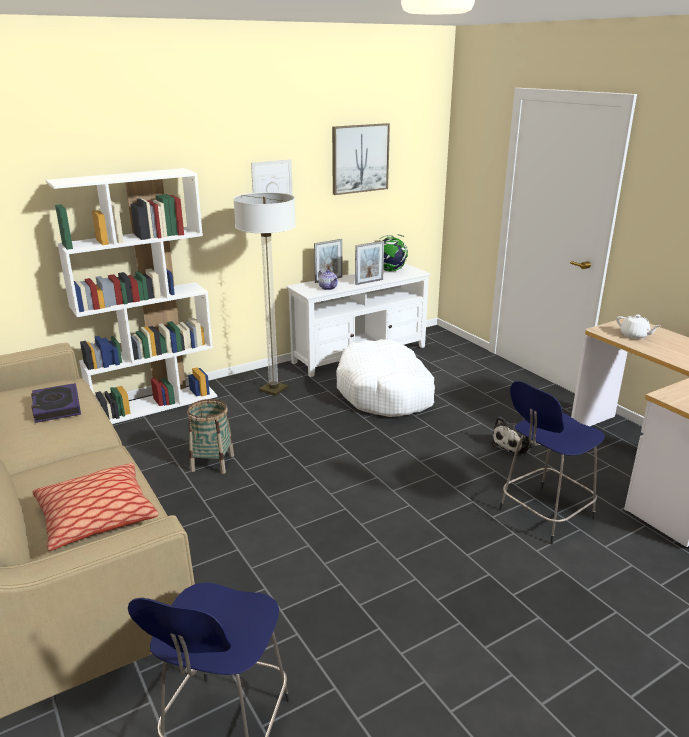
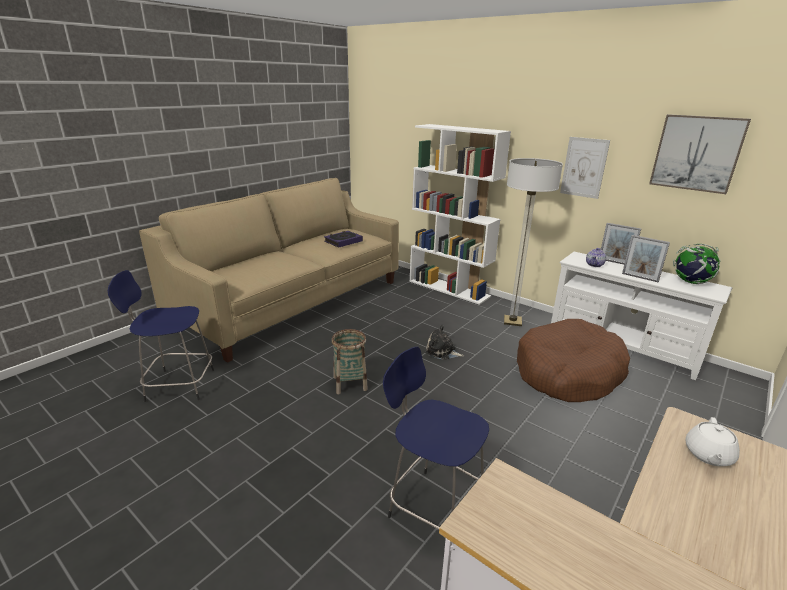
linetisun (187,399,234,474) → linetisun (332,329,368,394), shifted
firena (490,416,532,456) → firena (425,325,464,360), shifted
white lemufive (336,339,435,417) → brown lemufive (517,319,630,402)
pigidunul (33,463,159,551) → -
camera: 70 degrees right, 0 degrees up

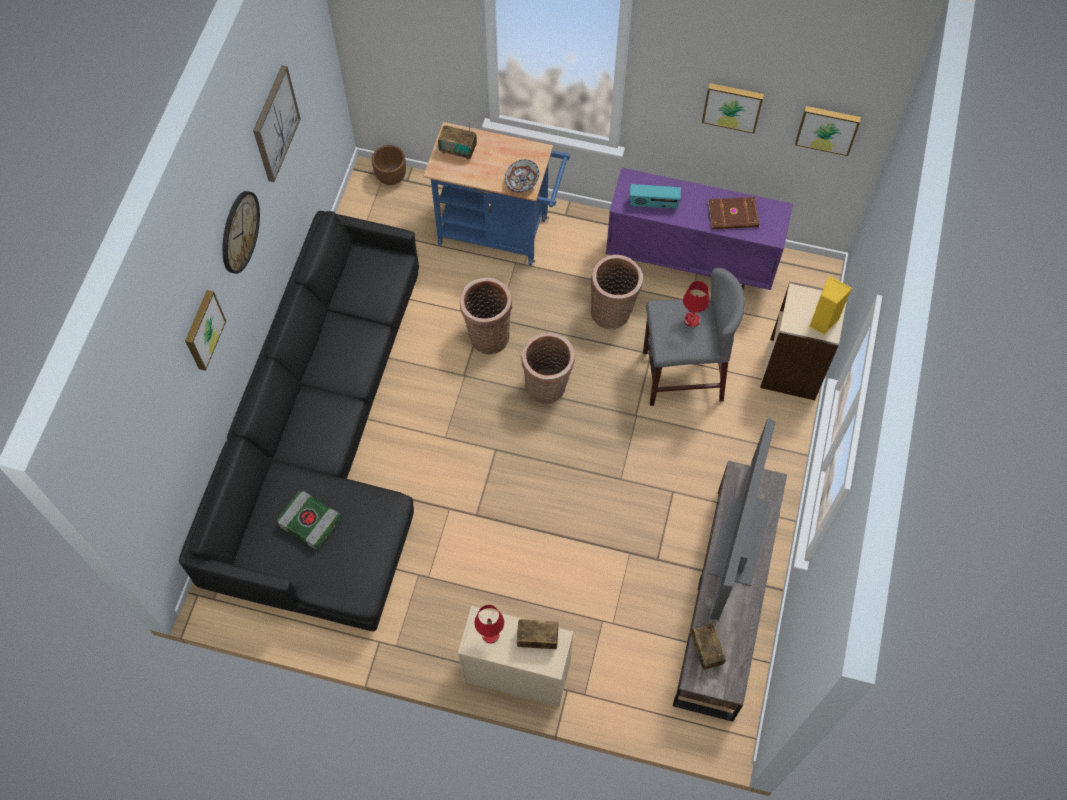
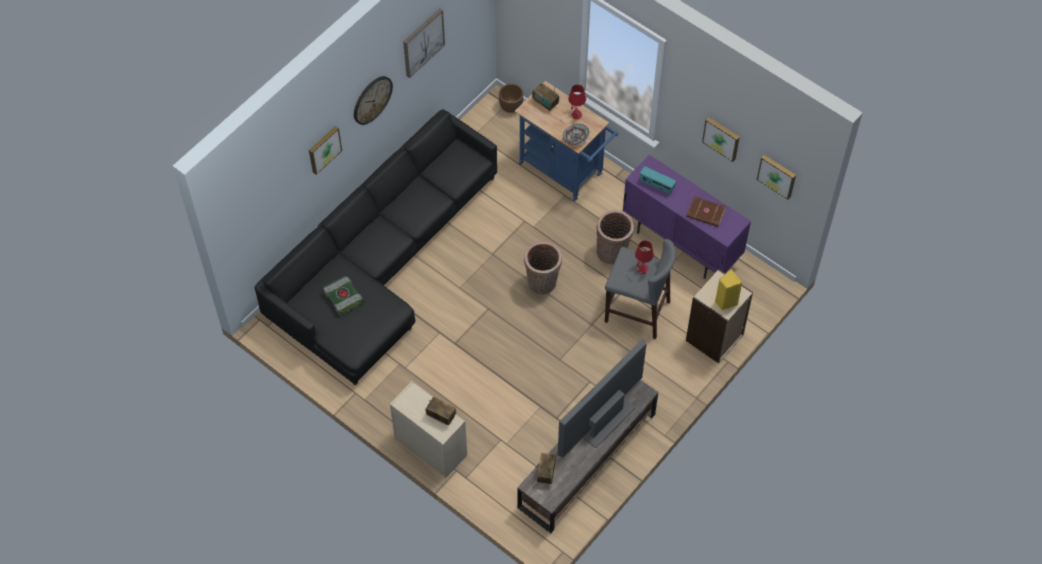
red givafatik (475,605,504,643) → red givafatik (568,85,586,119), shifted
linetisun (460,277,512,354) → -
camera: 25 degrees right, 5 degrees down

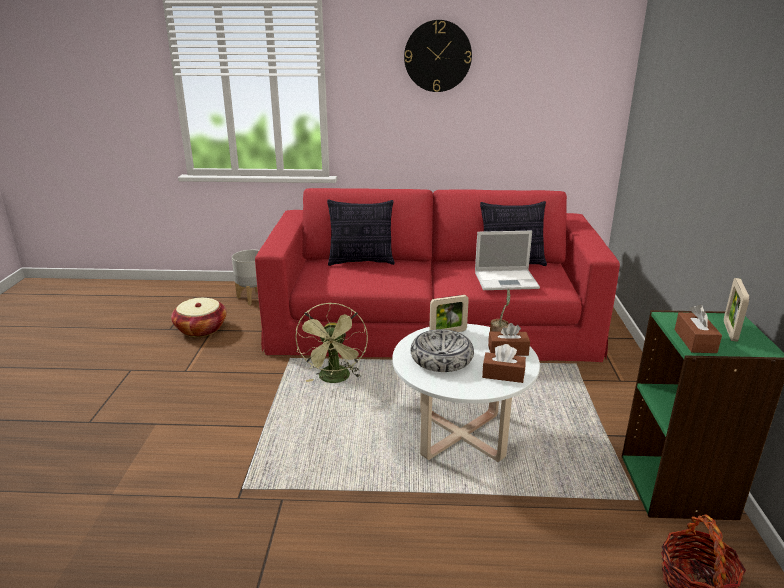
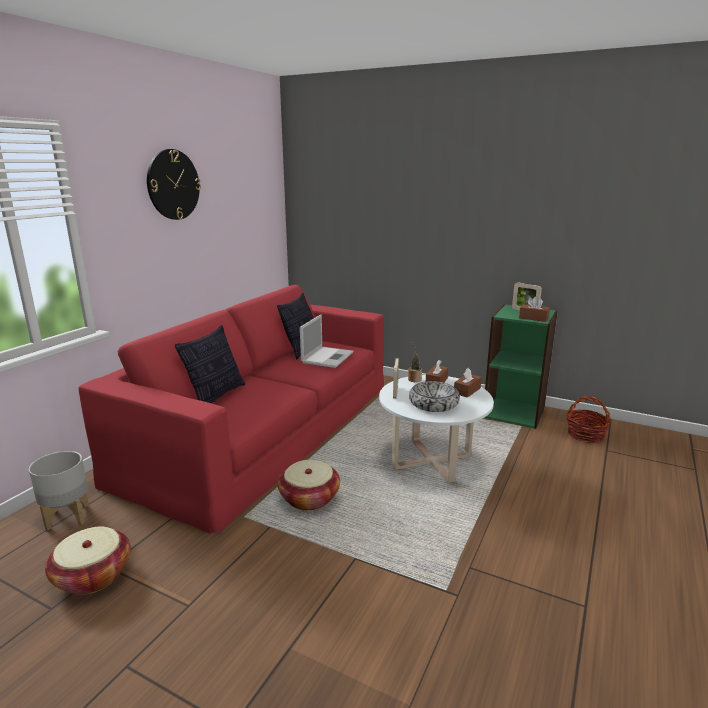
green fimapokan (295,303,368,383) → linetisun (277,460,340,511)
camera: 65 degrees left, 5 degrees down

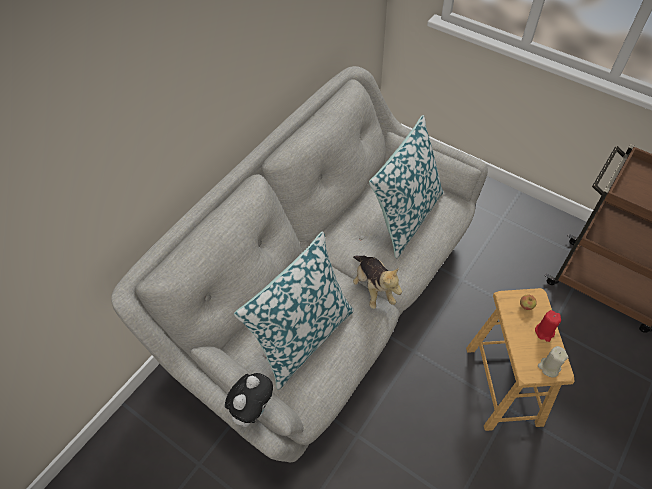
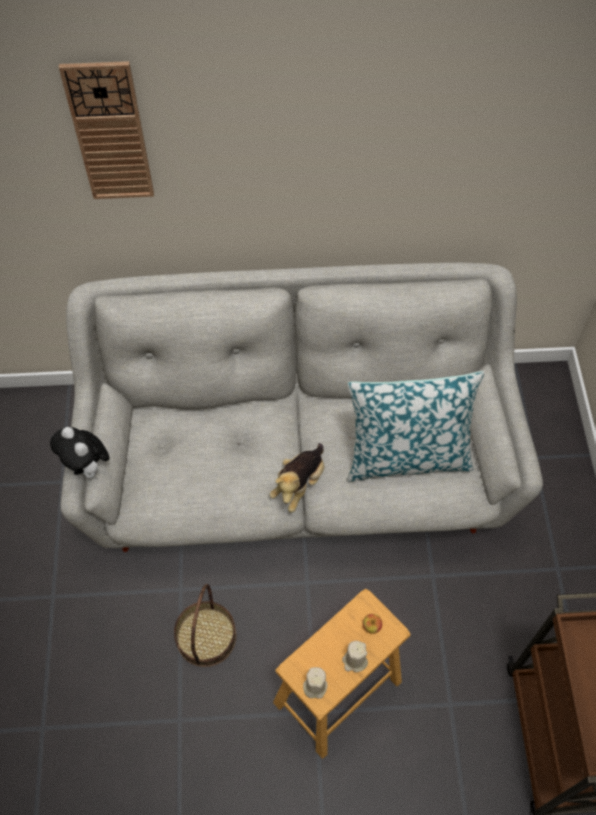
firena (225,373,273,427) → firena (50,427,110,480), 60 degrees clockwise
- → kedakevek (59,61,154,199)
- → linetisun (174,584,237,667)
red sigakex (535,310,561,342) → beige sigakex (342,641,368,672)
pigidunul (234,231,354,390) → -
camera: 50 degrees right, 5 degrees up

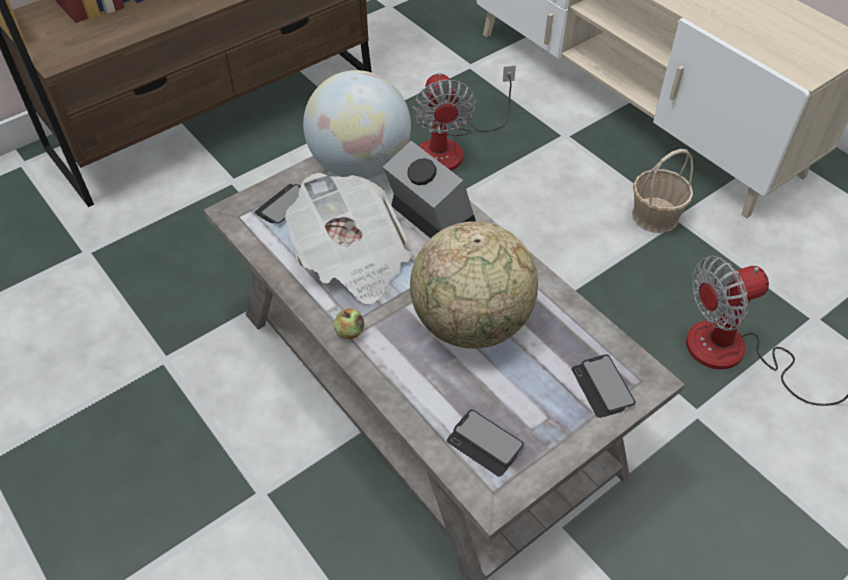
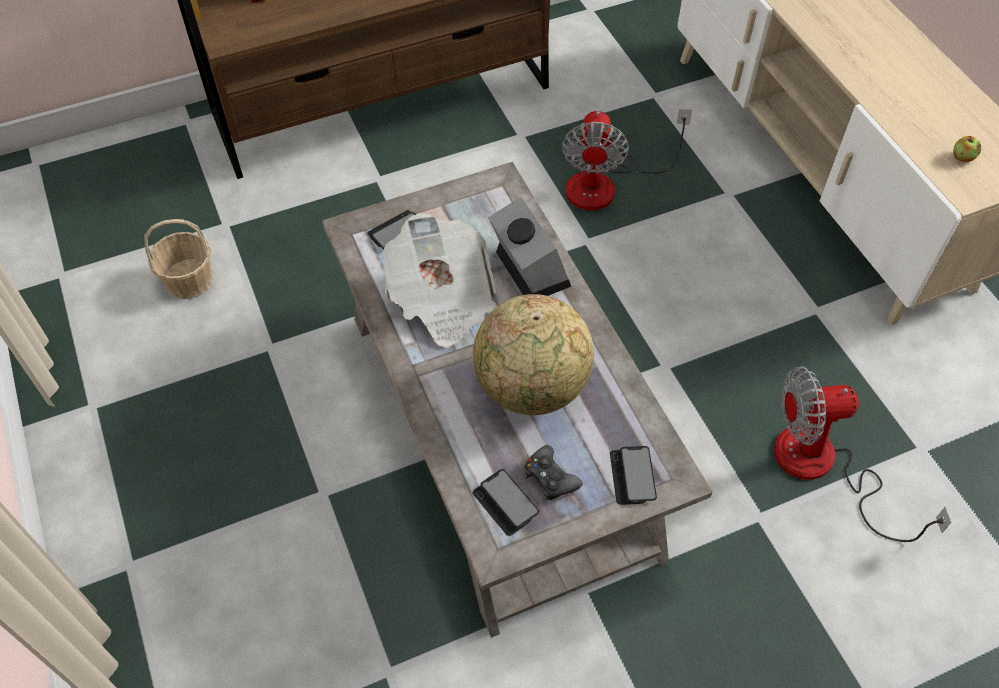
linetisun (632,149,693,233) → linetisun (144,219,214,299), shifted
- → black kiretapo (524,445,583,501)
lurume (334,308,364,339) → lurume (953,136,981,162), shifted
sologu (303,70,411,179) → -
camera: 15 degrees right, 5 degrees up

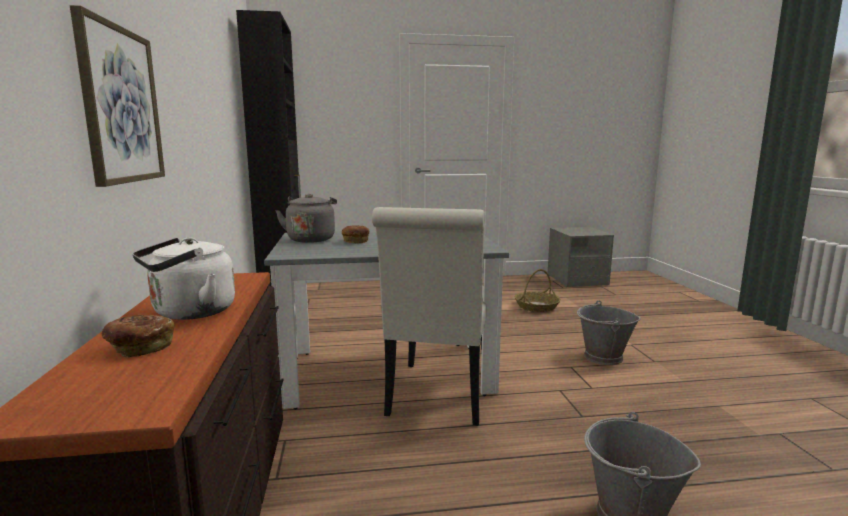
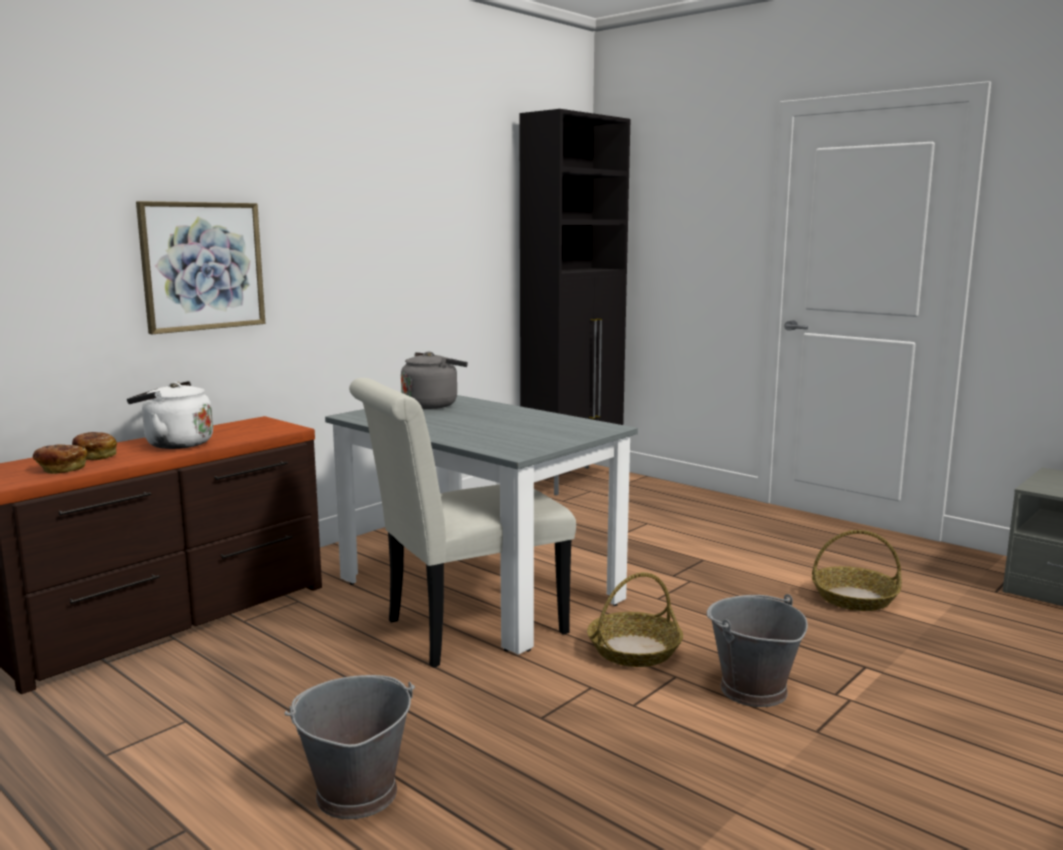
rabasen (342,225,369,243) → rabasen (33,444,87,474), shifted
- → linetisun (587,572,683,667)
camera: 50 degrees right, 0 degrees up

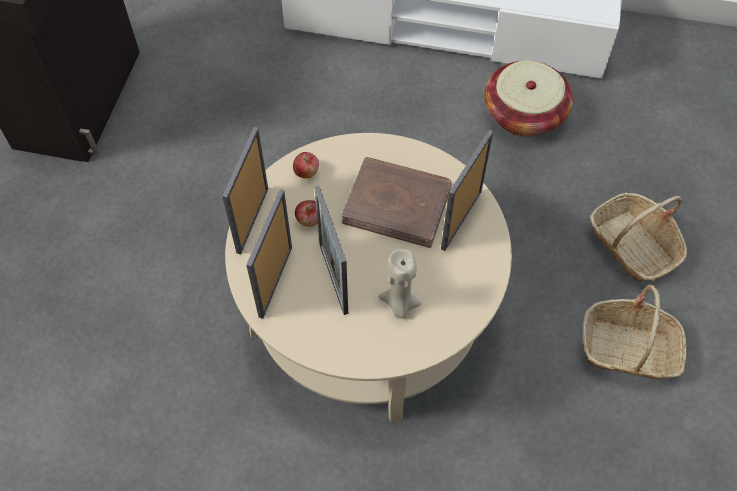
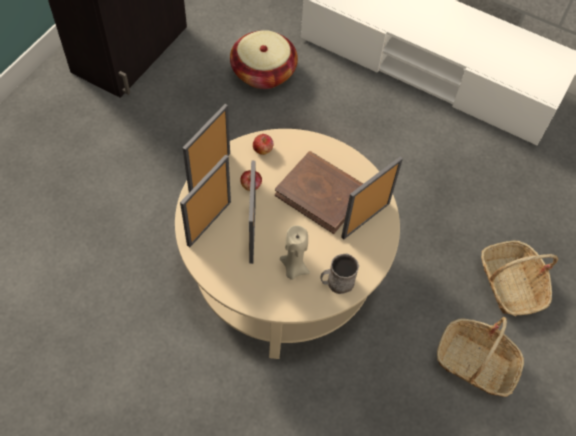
linetisun (484,60,573,137) → linetisun (230,30,298,89), shifted
- → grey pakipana (320,253,359,294)
camera: 15 degrees right, 0 degrees up

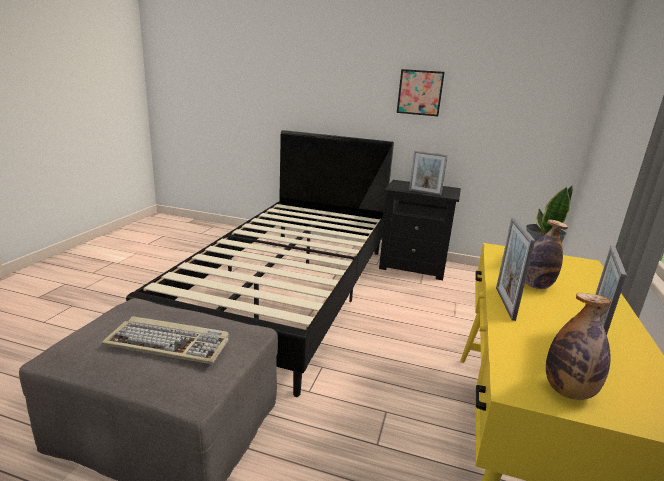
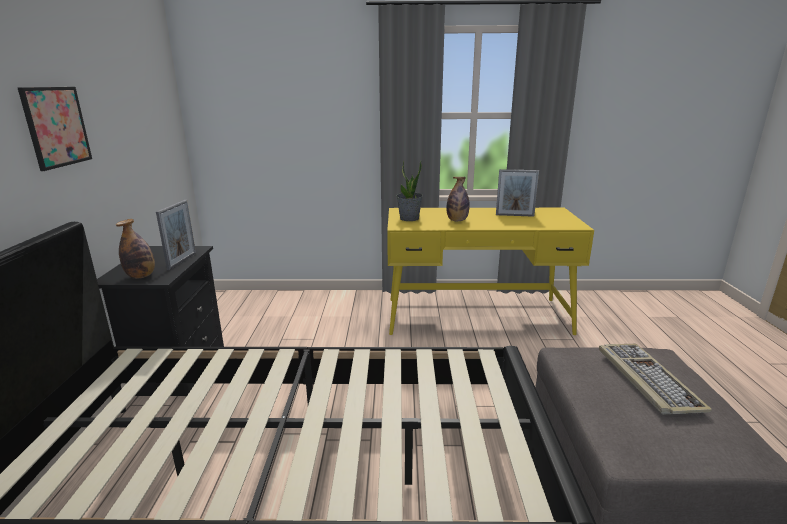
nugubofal (546,293,611,400) → nugubofal (115,219,155,279), shifted
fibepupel (496,217,535,321) → -
camera: 105 degrees left, 0 degrees up

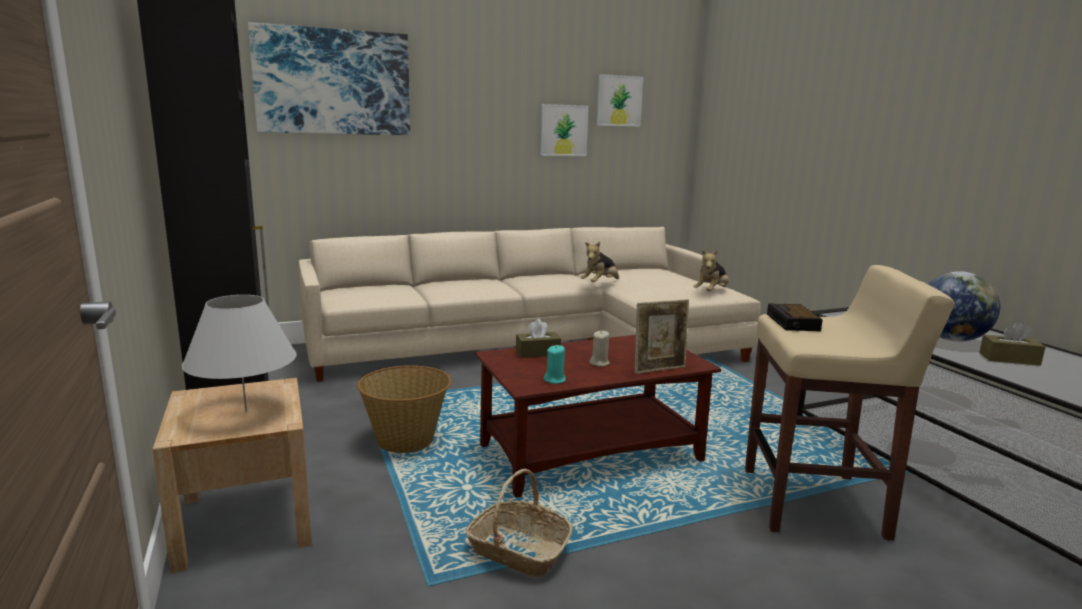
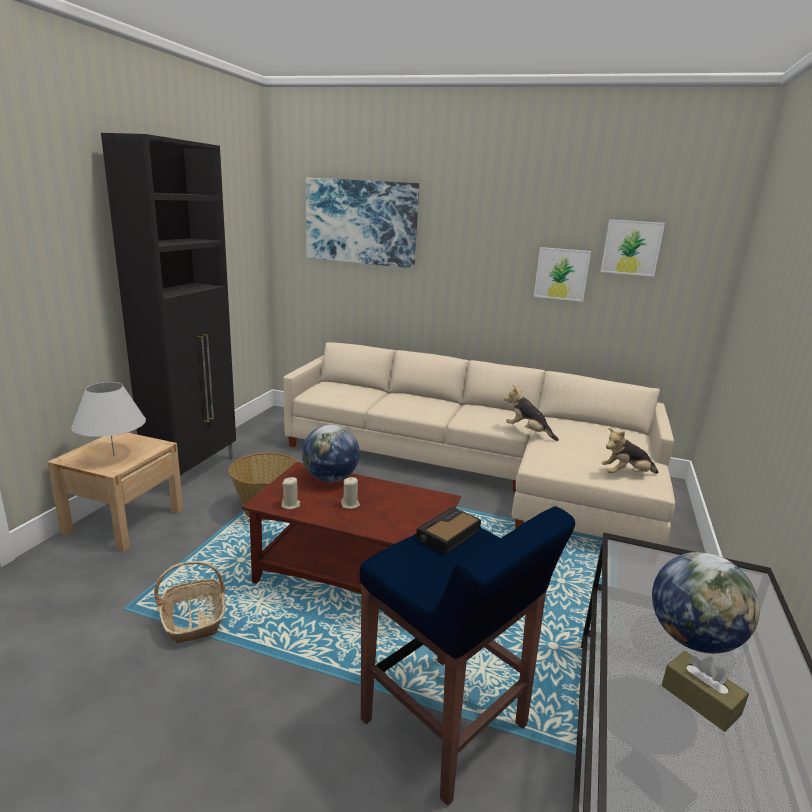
turquoise sigakex (543,345,566,384) → beige sigakex (281,477,300,509)
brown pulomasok (516,319,561,358) → sologu (302,424,360,482)
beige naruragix (745,265,954,541) → blue naruragix (360,506,575,806)
firena (580,242,619,282) → firena (504,385,559,441), 45 degrees clockwise
fibepupel (634,300,689,374) → -
camera: 40 degrees right, 5 degrees up

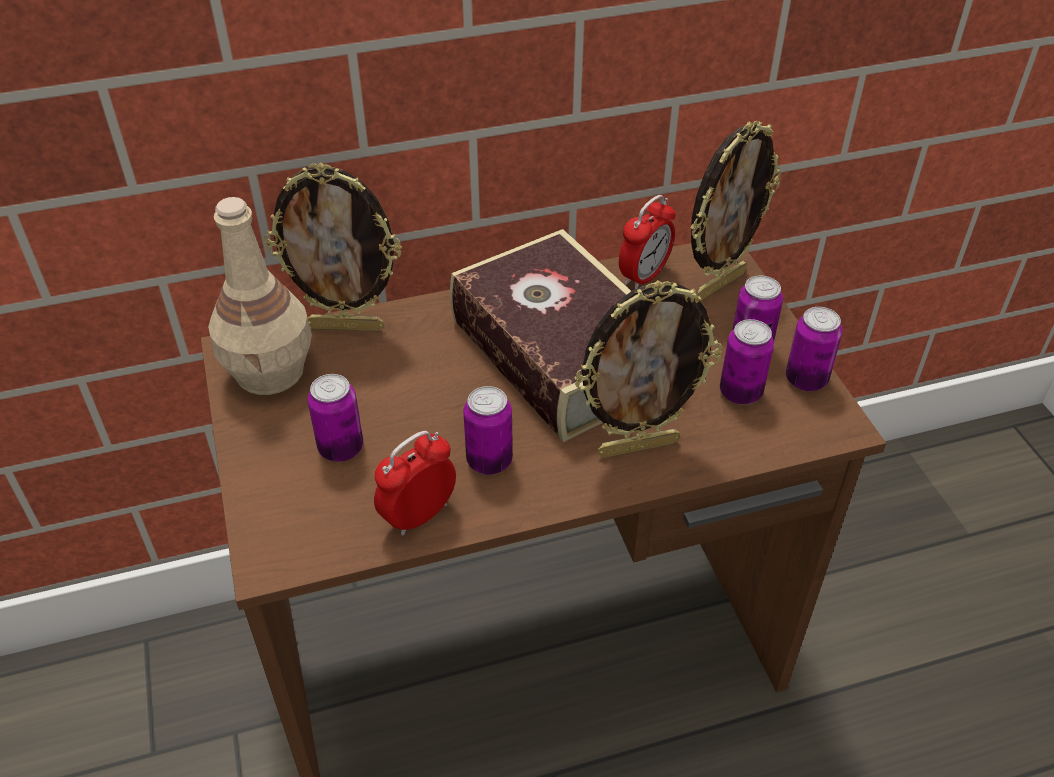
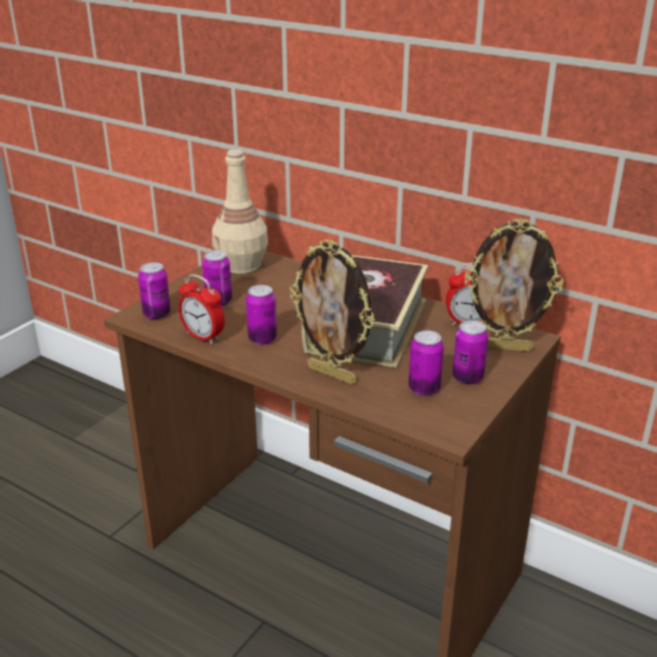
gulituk (786,307,842,391) → gulituk (138,262,171,320), shifted
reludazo (374,431,456,536) → reludazo (178,274,225,344), 150 degrees counterclockwise
fibepupel (264,162,402,331) → -
camera: 50 degrees right, 15 degrees down

